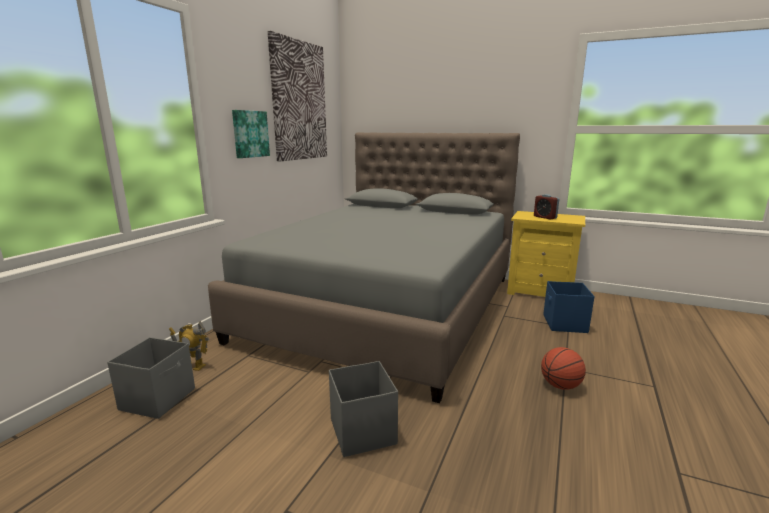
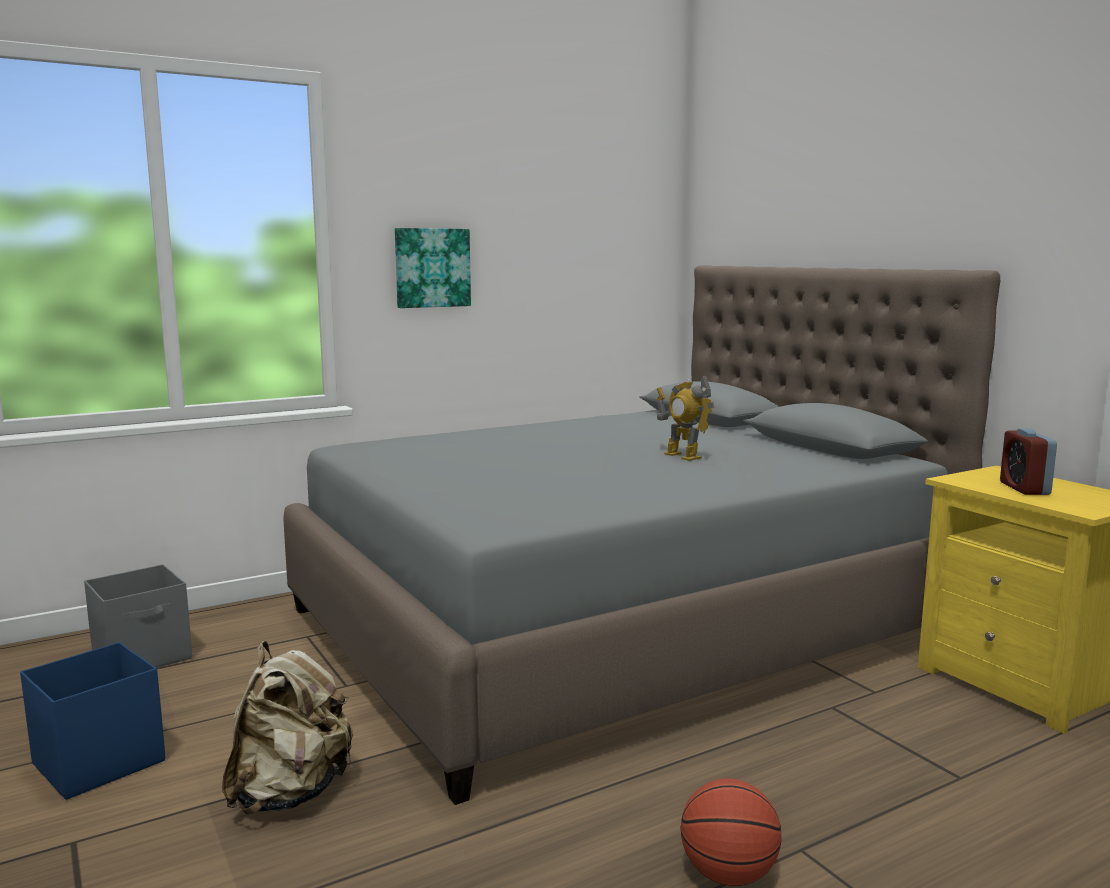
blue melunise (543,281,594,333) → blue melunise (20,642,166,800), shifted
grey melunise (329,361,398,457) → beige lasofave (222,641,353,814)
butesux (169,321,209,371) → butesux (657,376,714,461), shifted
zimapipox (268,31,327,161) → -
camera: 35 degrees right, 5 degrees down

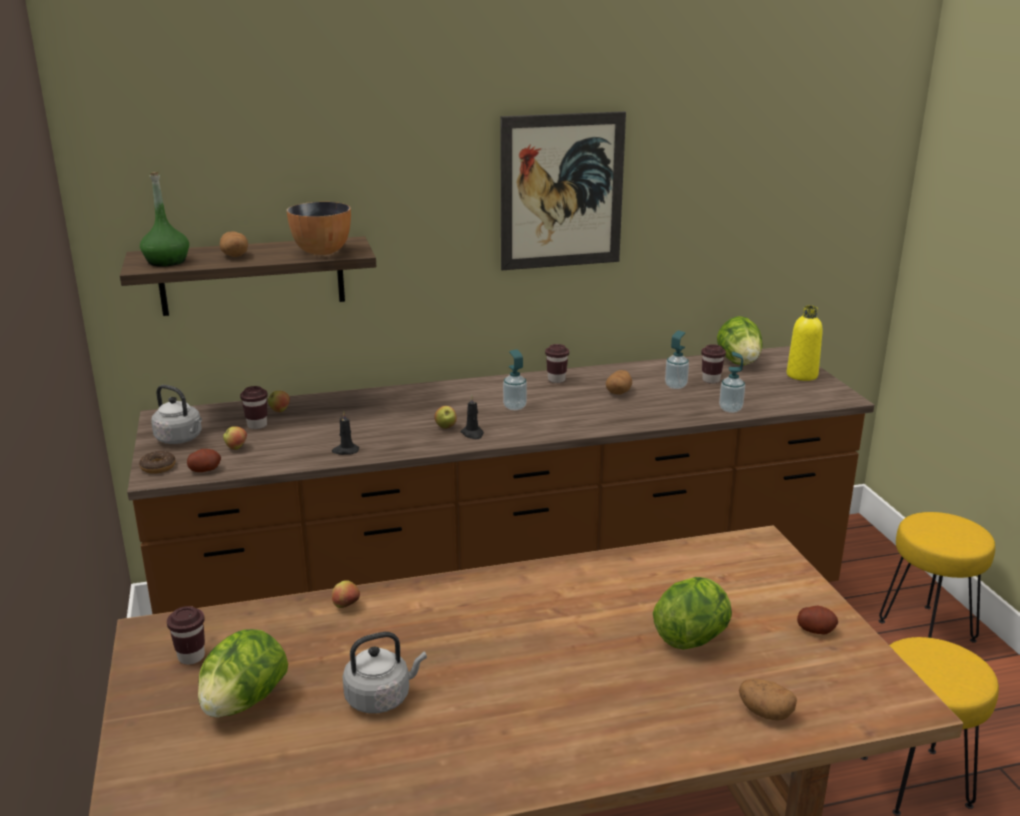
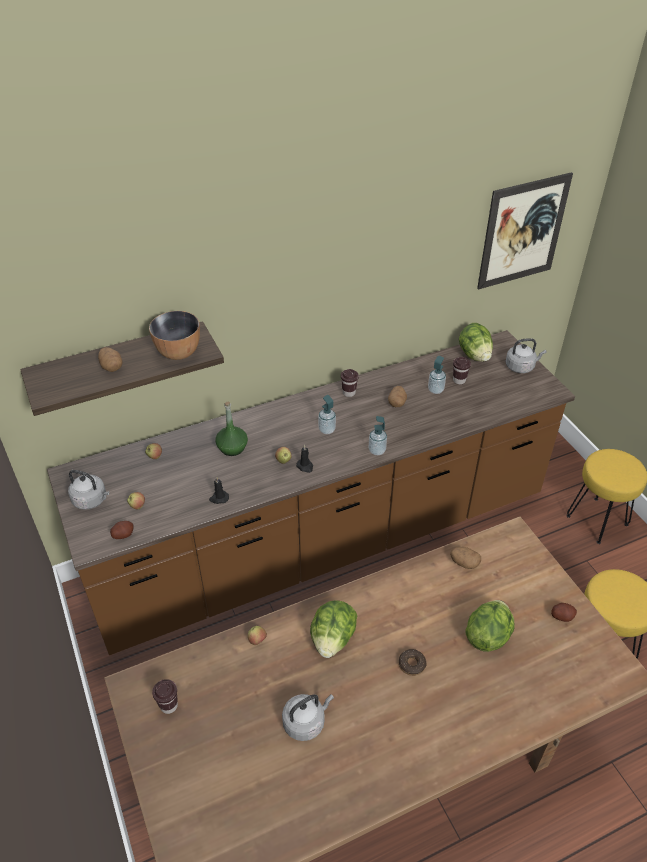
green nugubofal (140,172,189,267) → green nugubofal (216,401,248,456), shifted
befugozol (198,629,288,718) → befugozol (310,600,357,658), shifted
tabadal (719,352,745,413) → tabadal (369,416,387,455), shifted
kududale (139,451,176,474) → kududale (399,649,427,676), shifted
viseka (739,679,797,721) → viseka (450,547,481,569), shifted
zimapipox (500,111,626,270) → zimapipox (477,172,573,290), shifted
yellow nugubofal (787,306,823,381) → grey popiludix (505,338,546,373)
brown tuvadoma (240,386,268,429) → -
camera: 10 degrees left, 20 degrees up

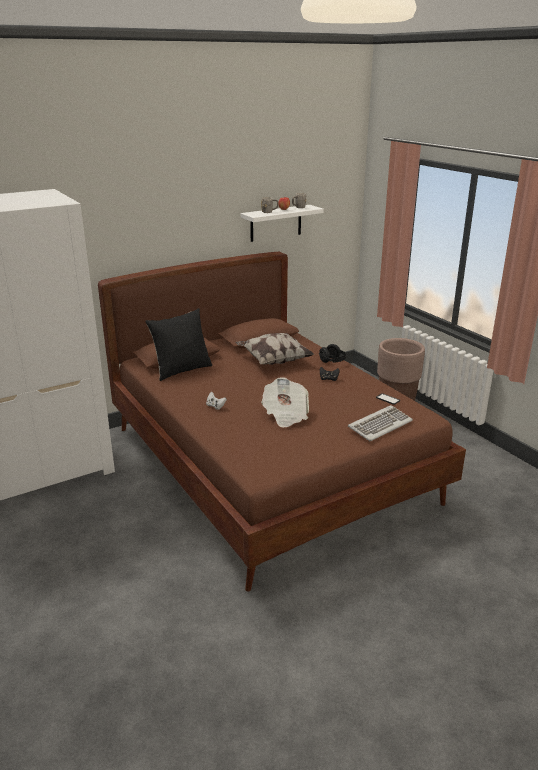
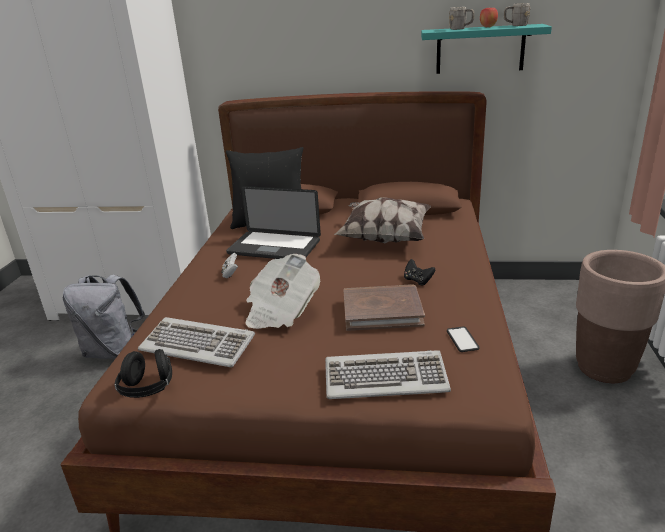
- → grey lasofave (63,274,145,359)
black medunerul (318,344,347,363) → black medunerul (115,349,172,398), shifted
- → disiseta (138,317,255,367)
- → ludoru (226,186,321,259)
- → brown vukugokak (343,284,425,331)
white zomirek (241,205,324,242) → turquoise zomirek (421,24,552,74)
camera: 40 degrees right, 0 degrees up

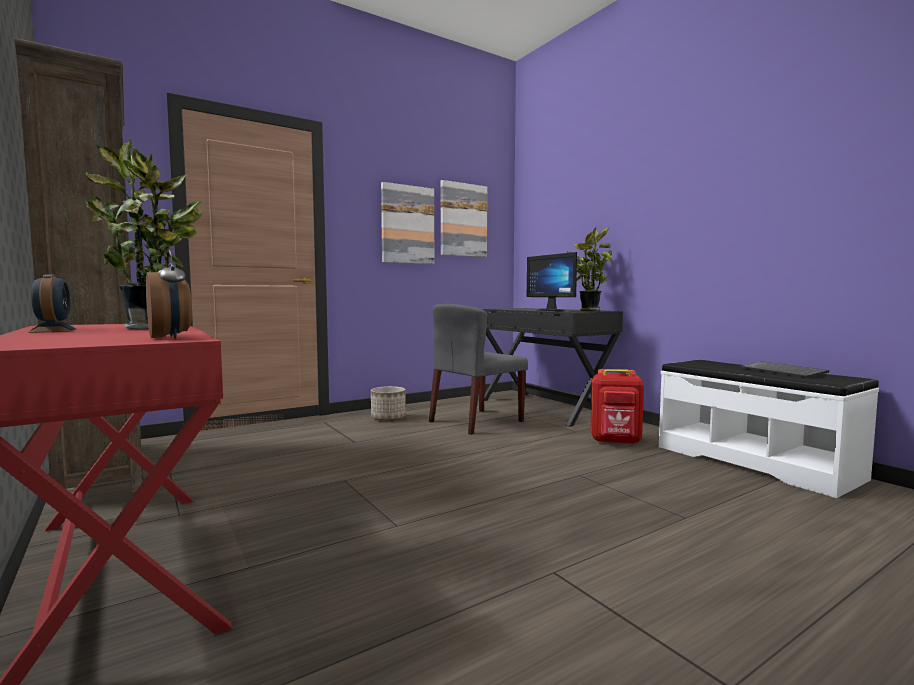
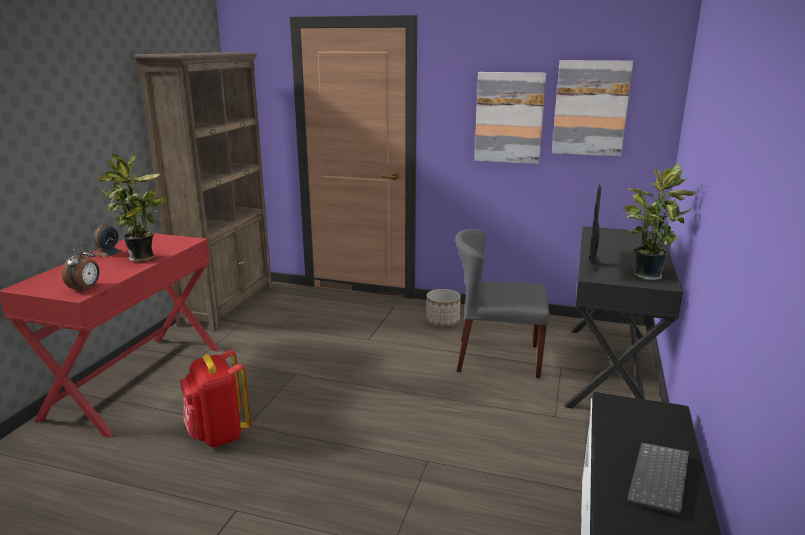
red lasofave (590,369,644,445) → red lasofave (180,350,251,447), shifted
camera: 50 degrees right, 15 degrees up

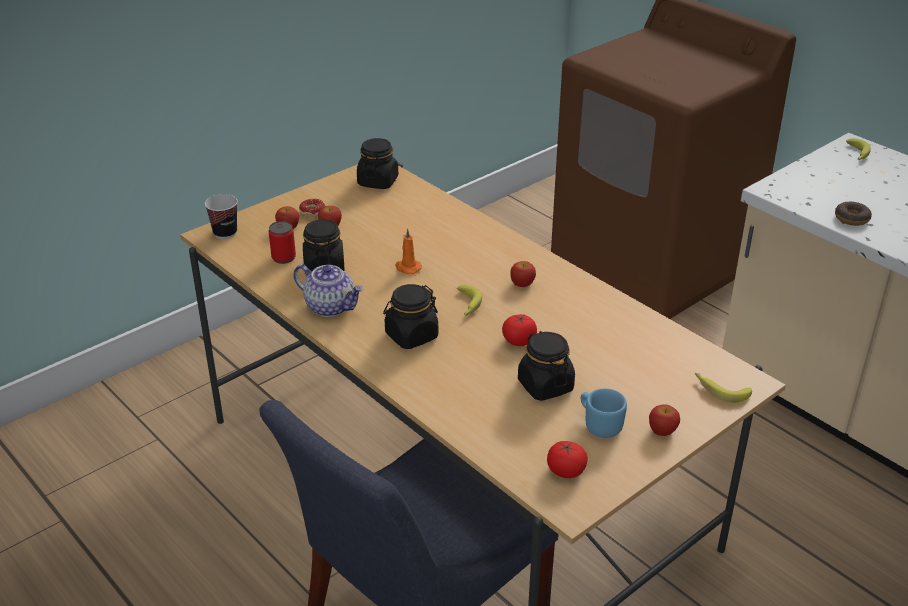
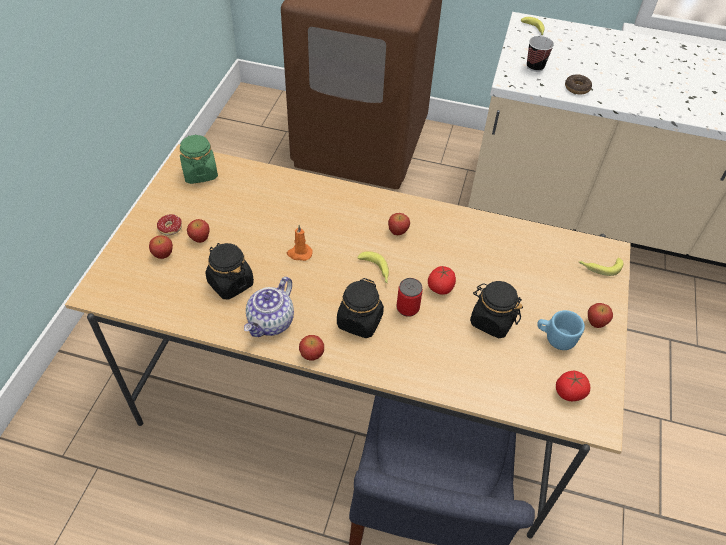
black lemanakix (357,138,398,189) → green lemanakix (180,135,218,184)
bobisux (294,264,364,317) → bobisux (244,277,294,337), 120 degrees clockwise
- → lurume (299,335,324,361)
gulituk (269,221,296,264) → gulituk (397,278,423,317), shifted
tuvadoma (205,194,238,239) → tuvadoma (527,36,554,72), shifted
camera: 35 degrees left, 15 degrees up

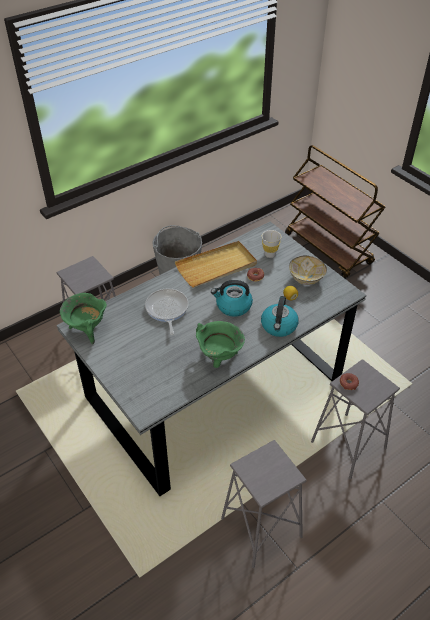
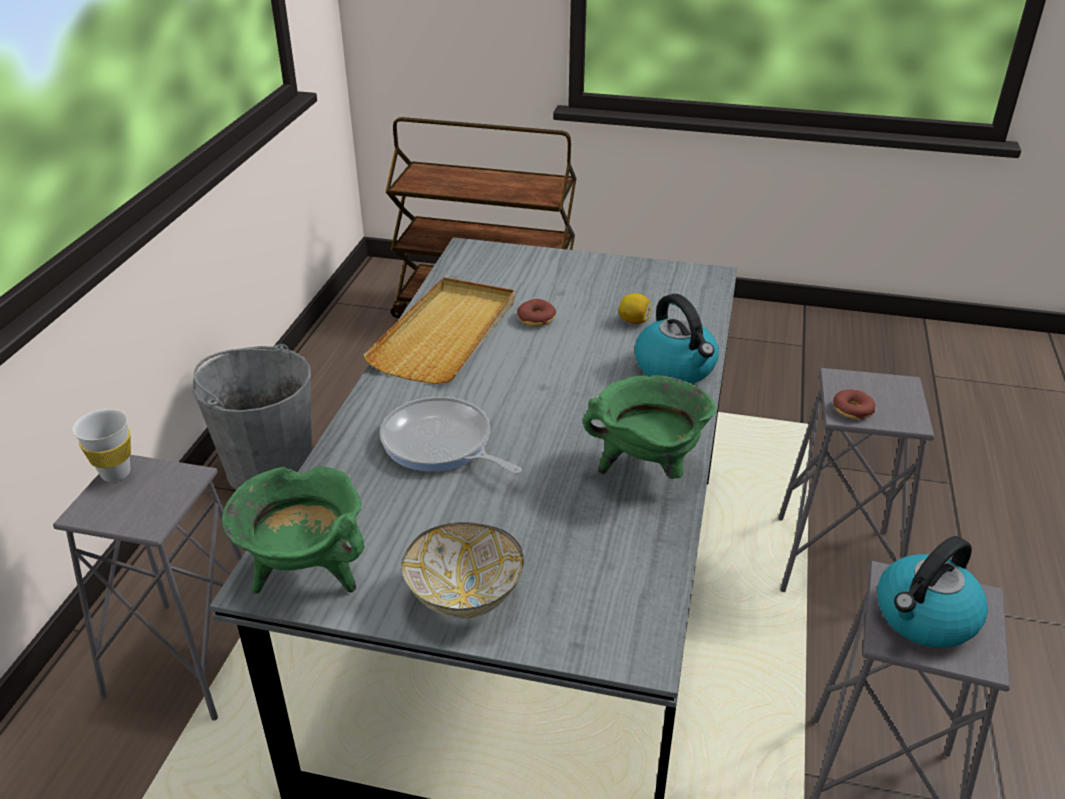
white tuvadoma (262,230,281,258) → white tuvadoma (72,409,131,482), shifted
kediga (289,256,327,285) → kediga (401,522,524,619), shifted
popiludix (211,280,253,317) → popiludix (877,536,988,648), shifted
camera: 40 degrees left, 10 degrees down

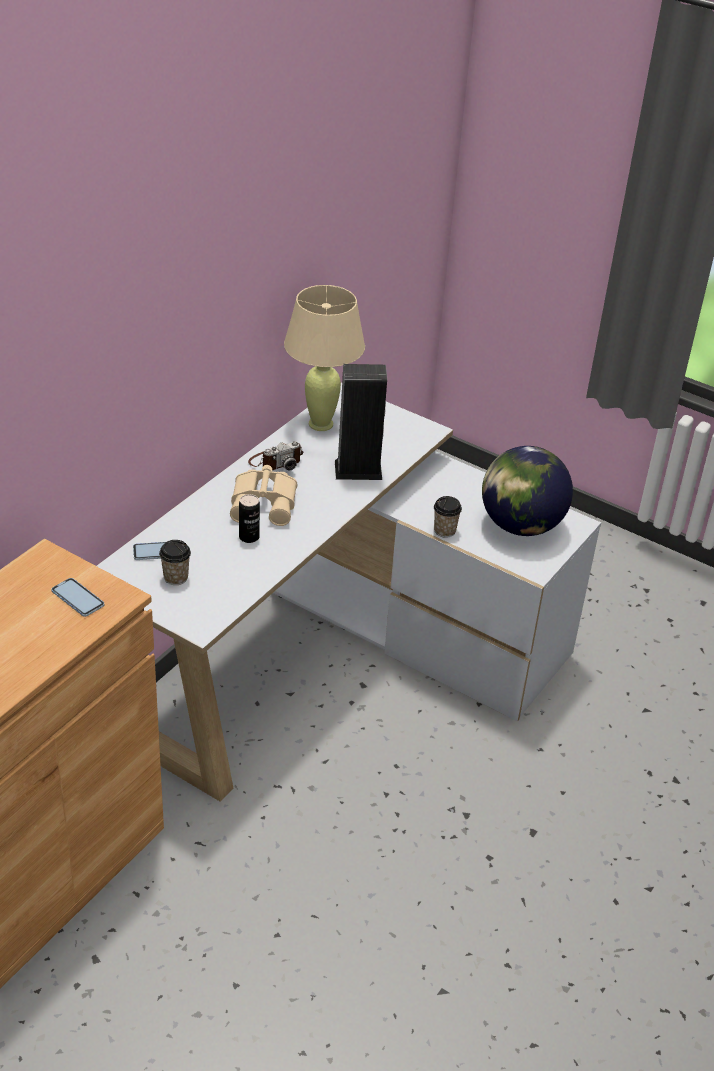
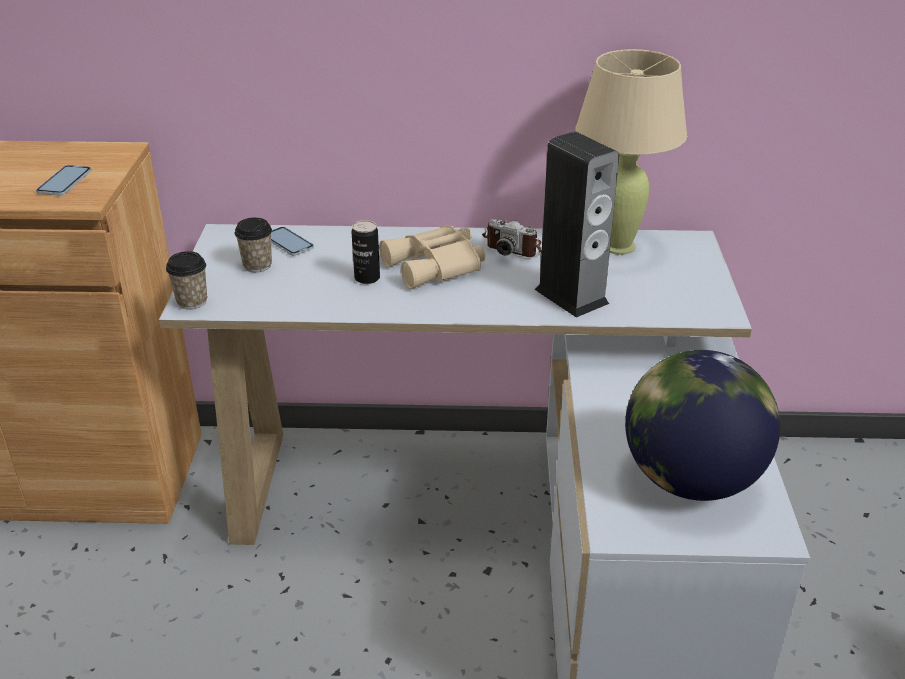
tuvadoma (434,496,462,538) → tuvadoma (166,251,207,310), shifted
camera: 60 degrees right, 5 degrees down

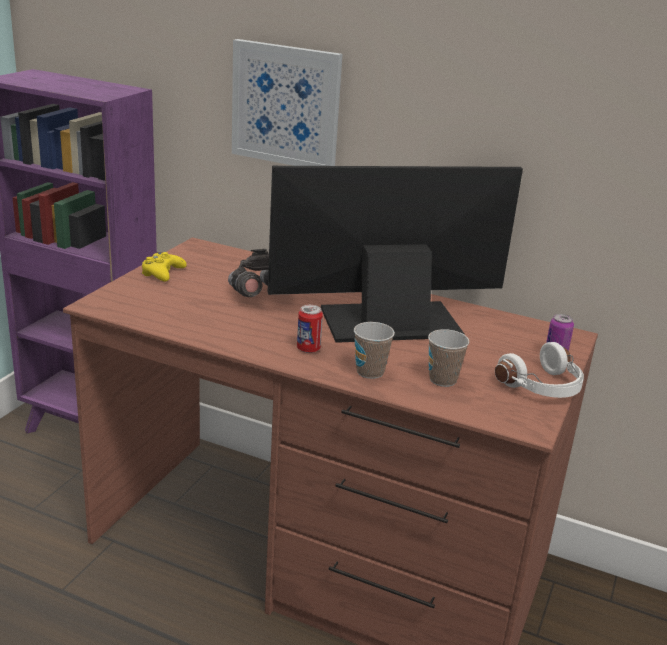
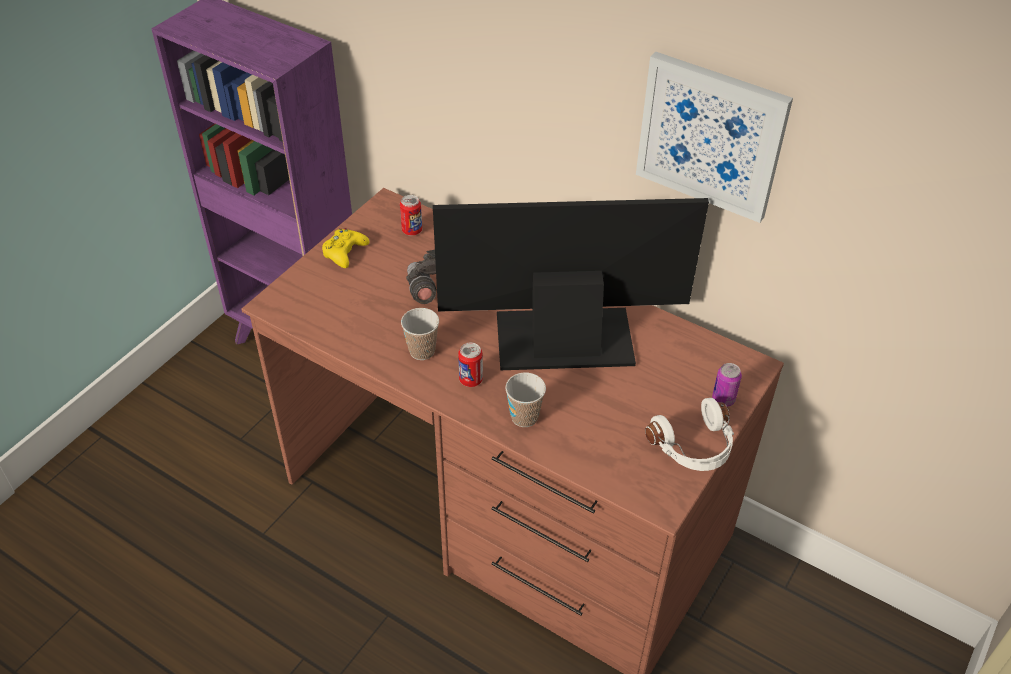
- → gulituk (400,195,422,236)
tuvadoma (428,329,469,387) → tuvadoma (401,308,439,360), shifted
zimapipox (232,39,342,166) → zimapipox (636,51,793,223), shifted
camera: 10 degrees right, 20 degrees up

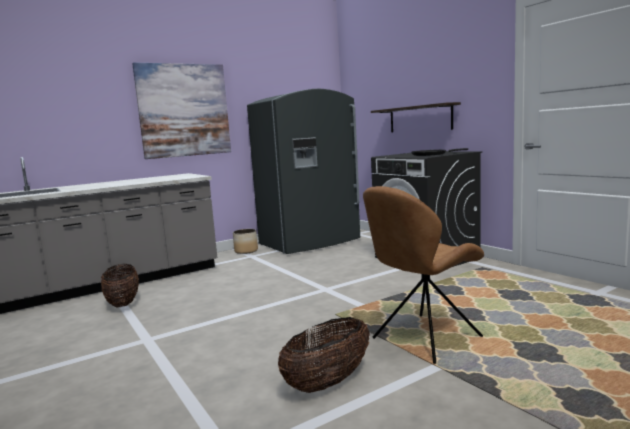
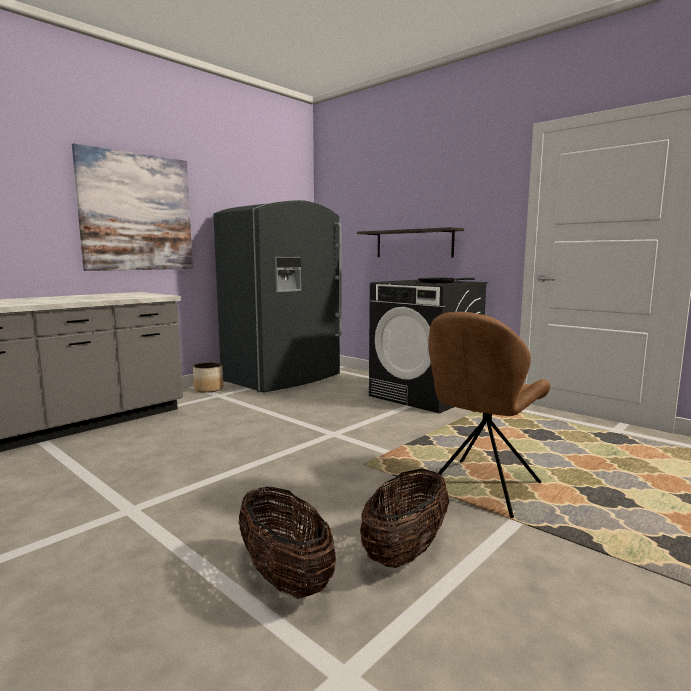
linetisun (101,264,139,307) → linetisun (238,487,336,599), shifted
camera: 15 degrees left, 0 degrees up

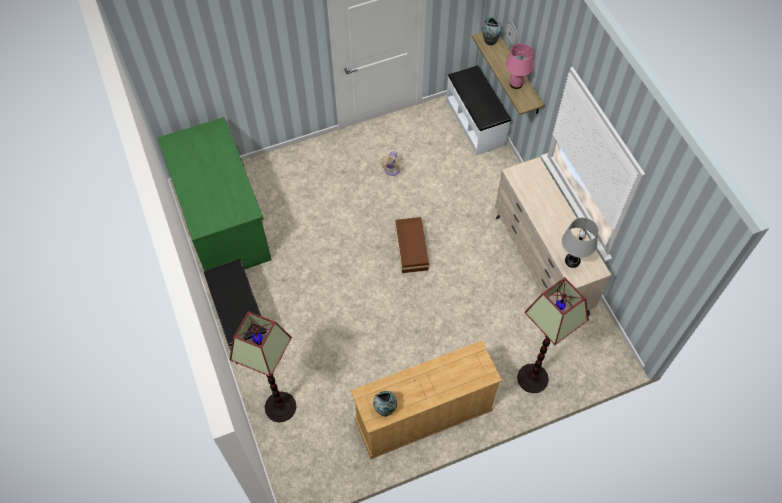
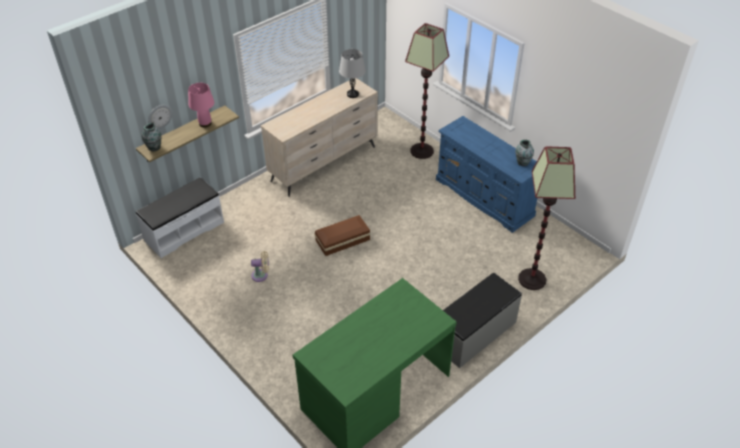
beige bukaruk (351,341,502,459) → blue bukaruk (436,116,537,233)
camera: 110 degrees left, 15 degrees down

